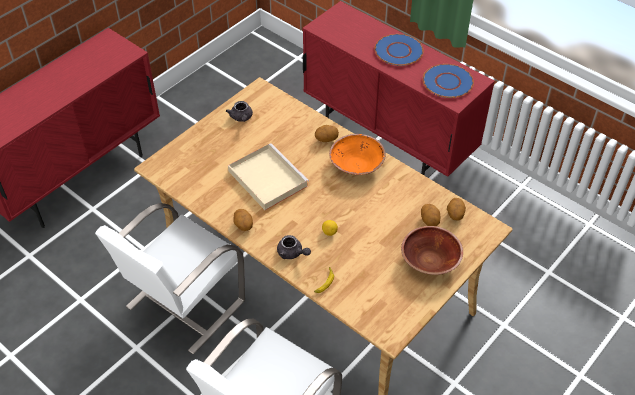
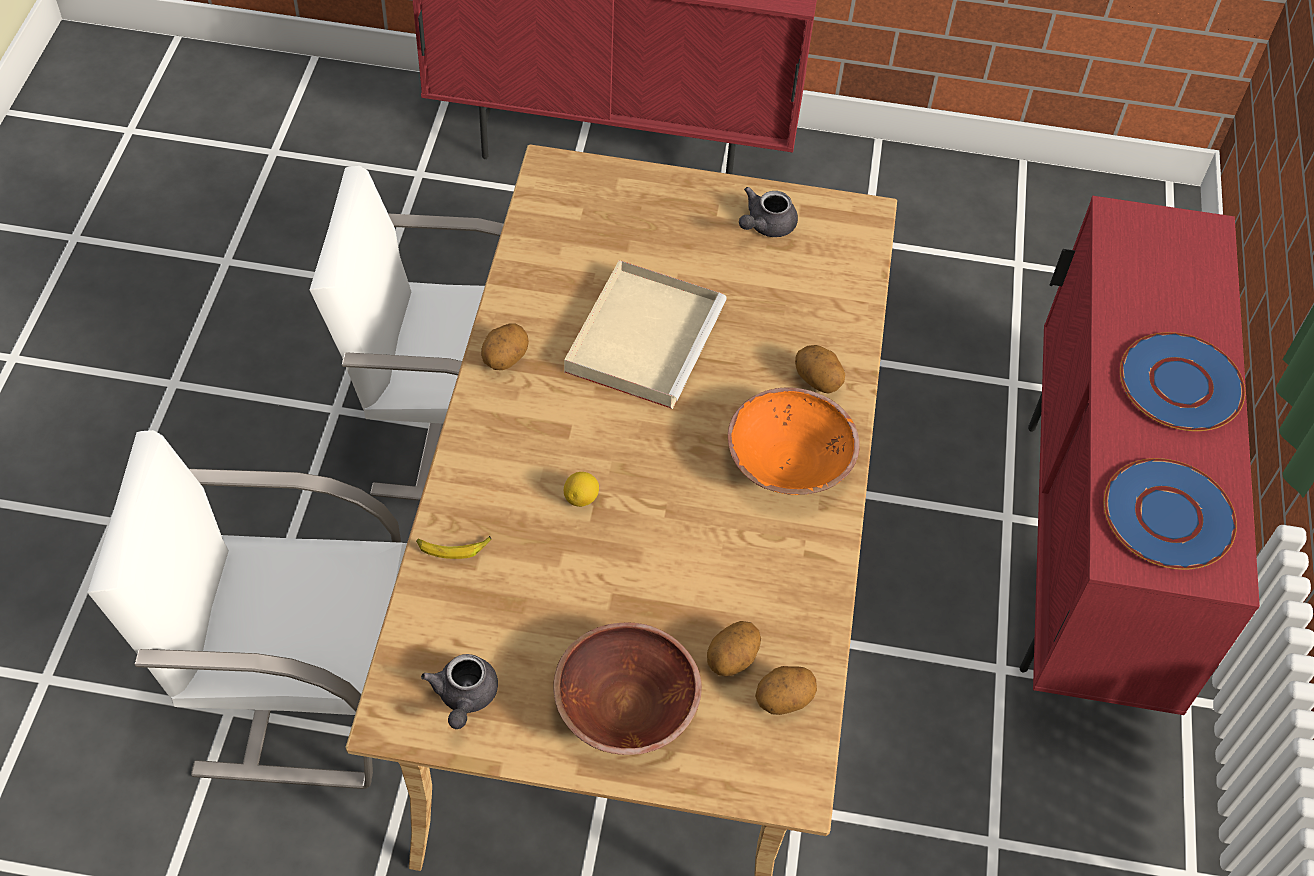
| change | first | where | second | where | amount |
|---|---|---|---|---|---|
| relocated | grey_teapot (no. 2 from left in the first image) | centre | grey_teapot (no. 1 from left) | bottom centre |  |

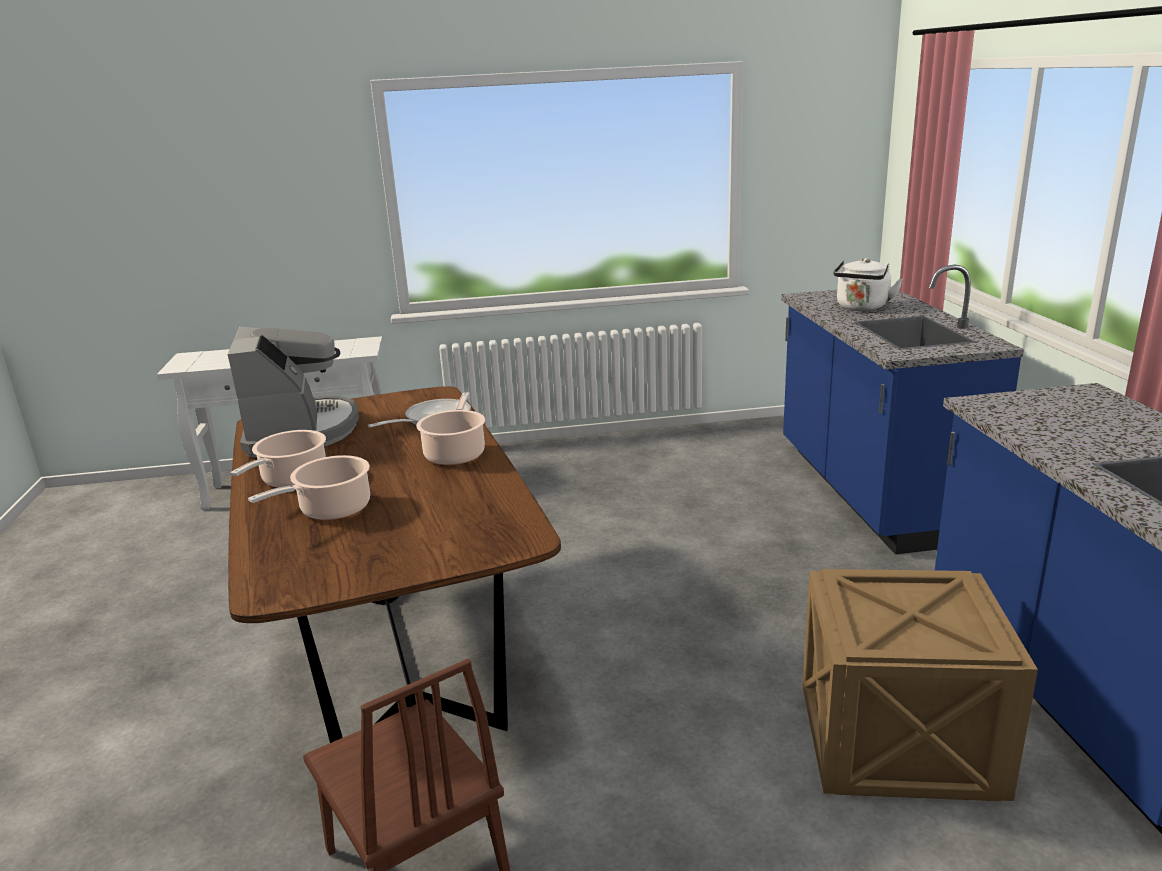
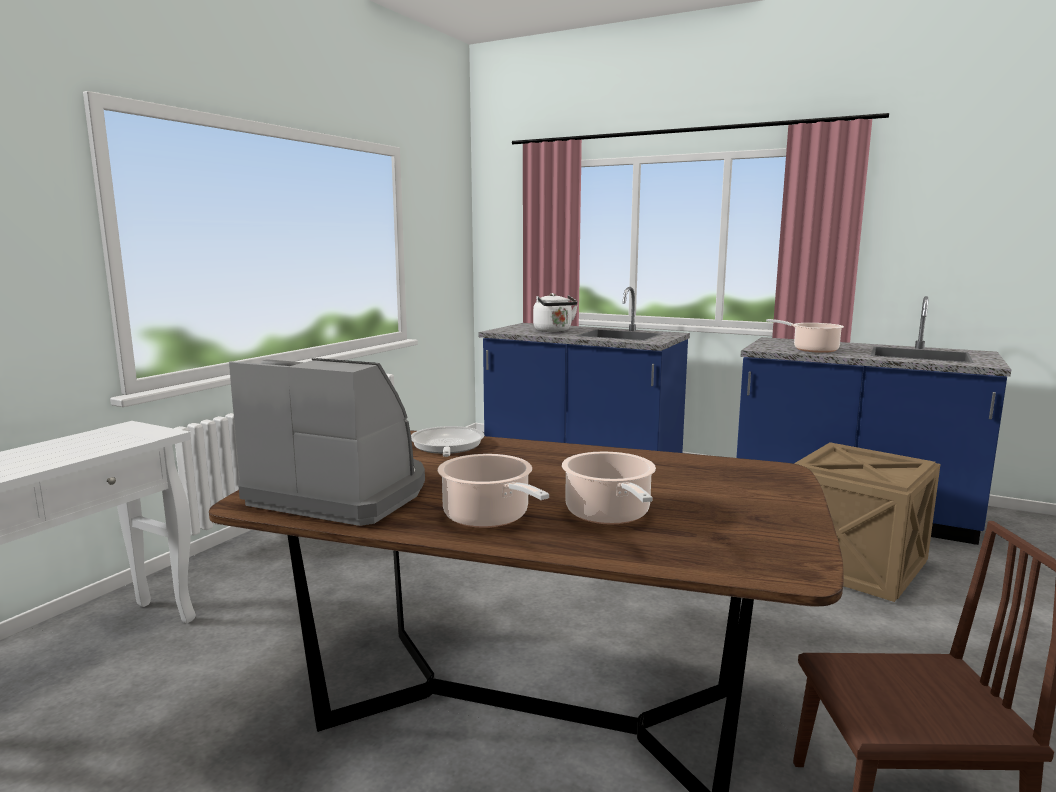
| change | first | where | second | where | amount |
|---|---|---|---|---|---|
| relocated | cooking_pot (no. 3 from left) | centre |  | middle right |  |

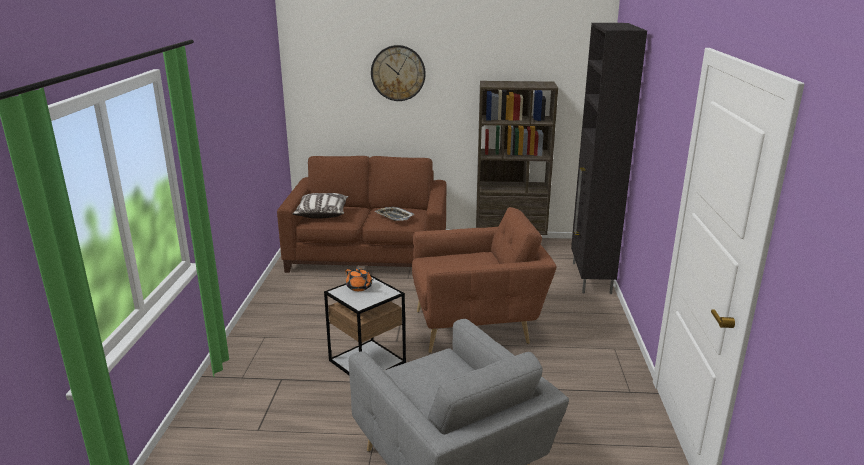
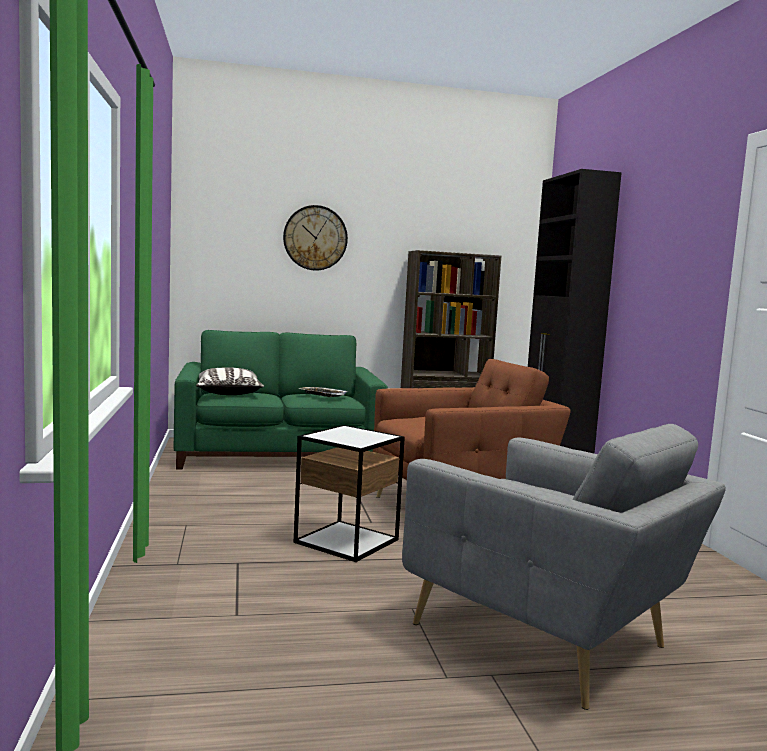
| change | first | where | second | where | amount |
|---|---|---|---|---|---|
| missing | orange_teapot | centre |  |  |  |
| colour | brown_sofa | centre | green_sofa | centre |  |

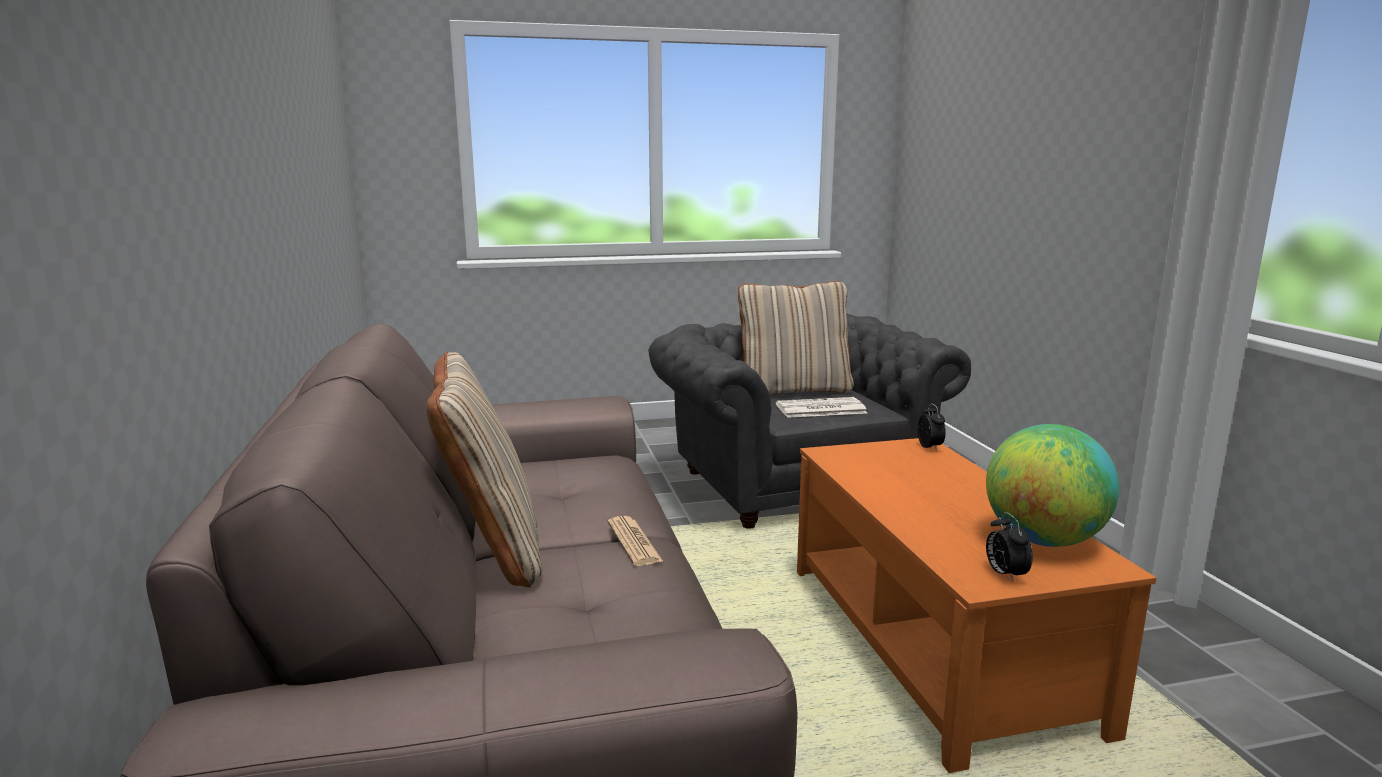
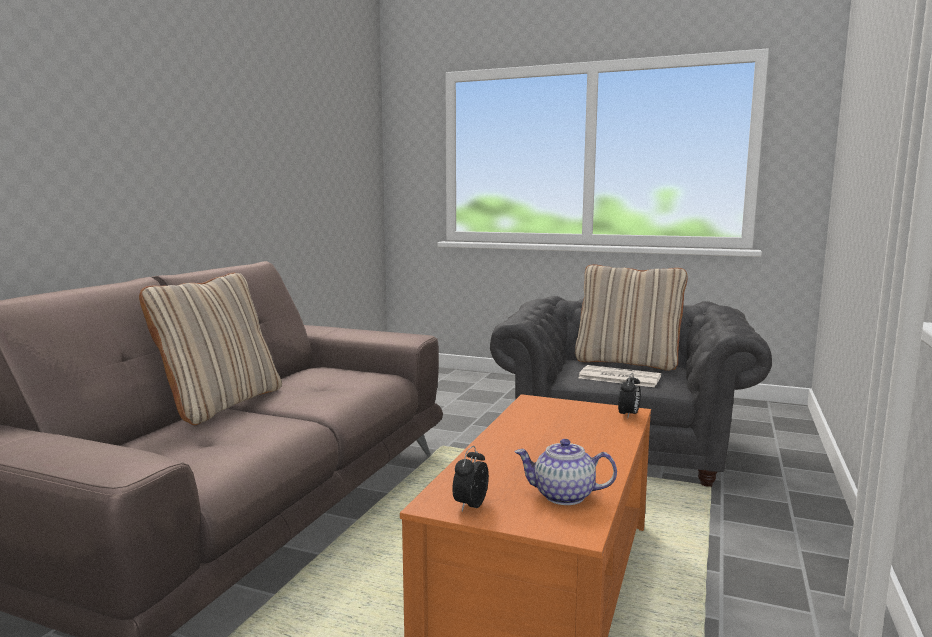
| change | first | where | second | where | amount |
|---|---|---|---|---|---|
| missing | newspaper (no. 1 from left) | bottom centre |  |  |  |
| exchanged | globe | middle right | teapot | bottom centre |  |

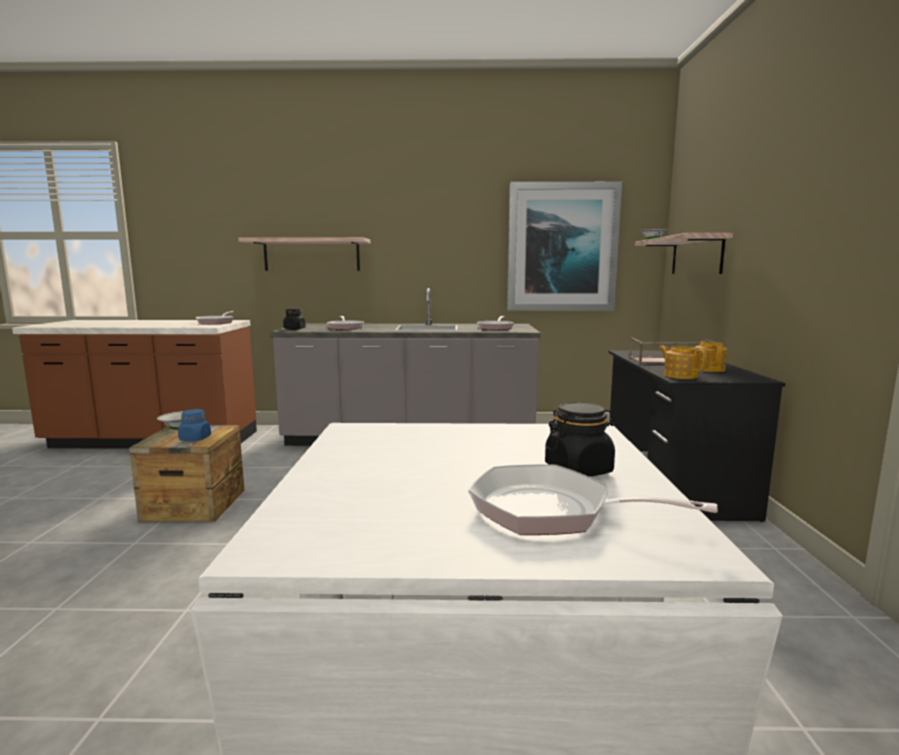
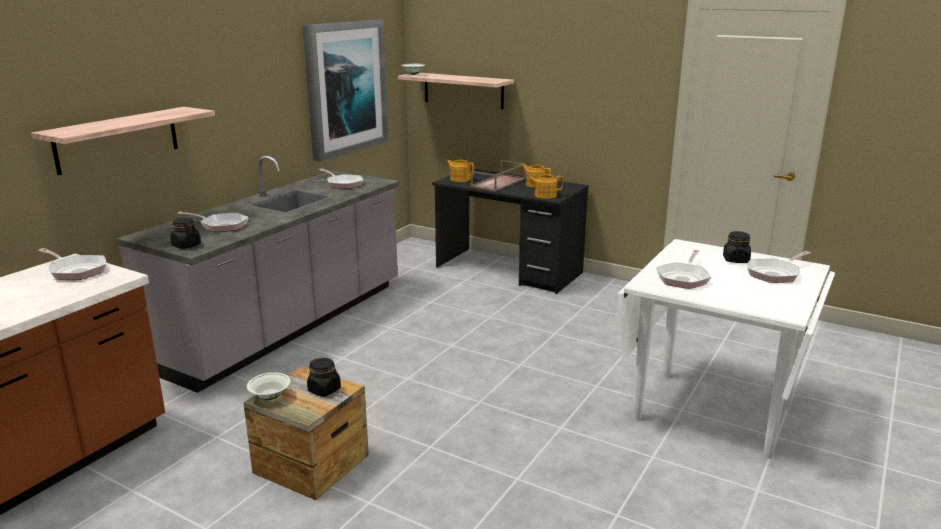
| change | first | where | second | where | amount |
|---|---|---|---|---|---|
| appeared |  |  | teapot (no. 1 from left) | top centre |  |
| appeared |  |  | frying_pan (no. 4 from left) | middle right |  |
| colour | blue_jar | middle left | black_jar (no. 2 from left) | bottom centre |  |

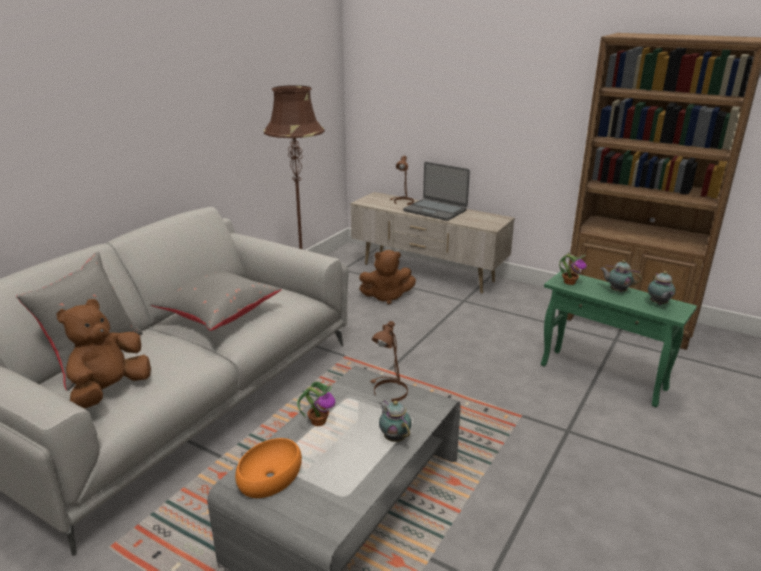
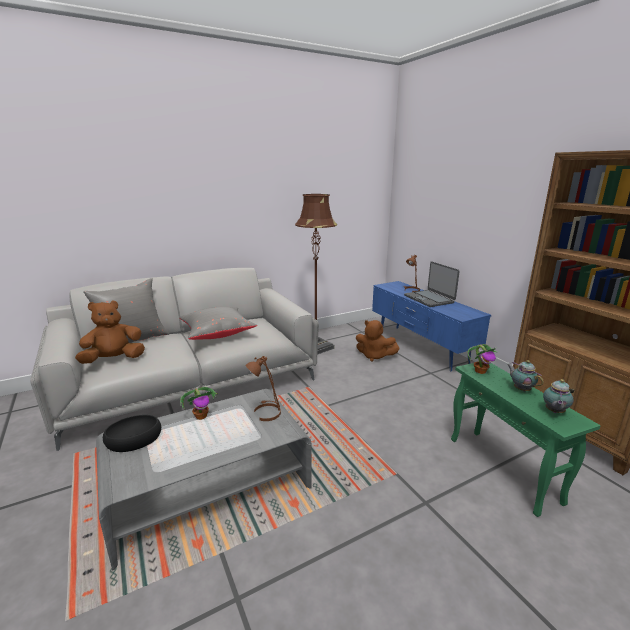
| change | first | where | second | where | amount |
|---|---|---|---|---|---|
| missing | teapot (no. 1 from left) | bottom centre |  |  |  |
| colour | orange_bowl | bottom centre | black_bowl | bottom left |  |
| colour | beige_tv_stand | centre | blue_tv_stand | middle right |  |

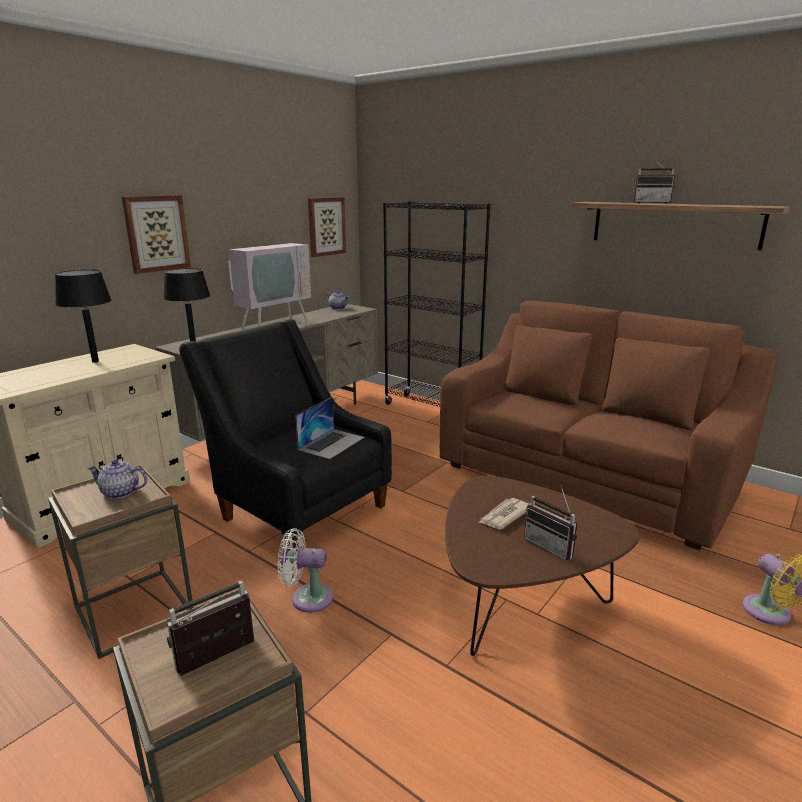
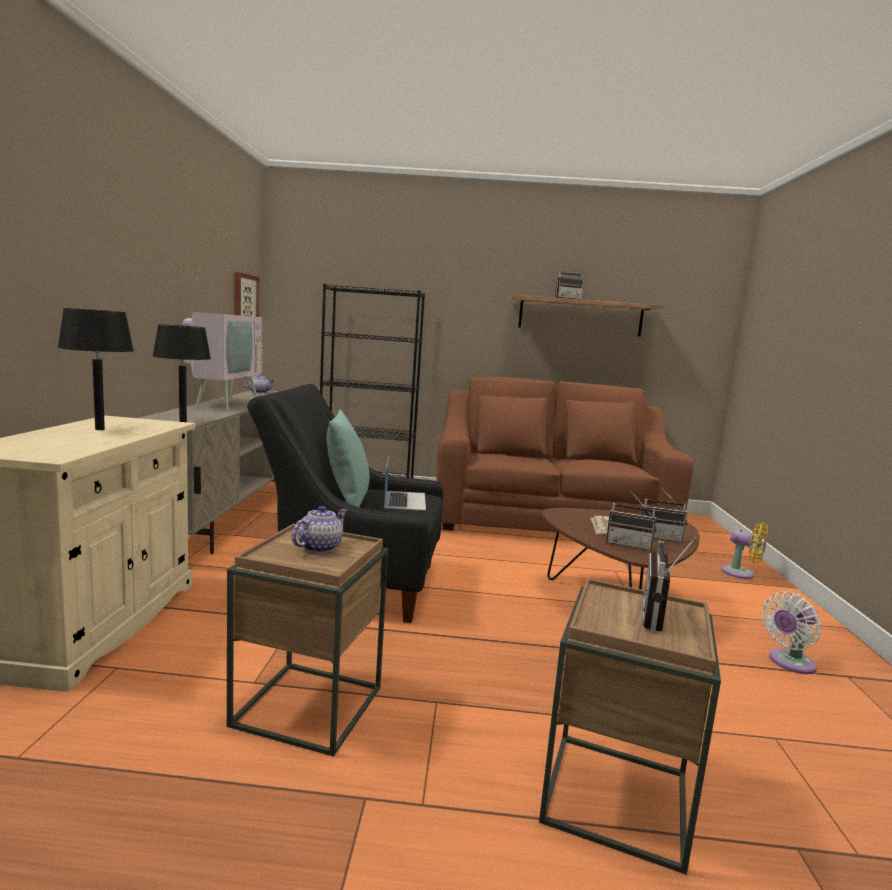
| change | first | where | second | where | amount |
|---|---|---|---|---|---|
| missing | picture (no. 1 from left) | top left |  |  |  |
| appeared |  |  | turquoise_pillow | centre |  |
| appeared |  |  | radio (no. 2 from left) | middle right |  |
| relocated | white_fan | bottom centre |  | bottom right |  |
| spun | teapot (no. 1 from left in the first image) | middle left | teapot (no. 2 from left) | centre | 150 degrees clockwise |

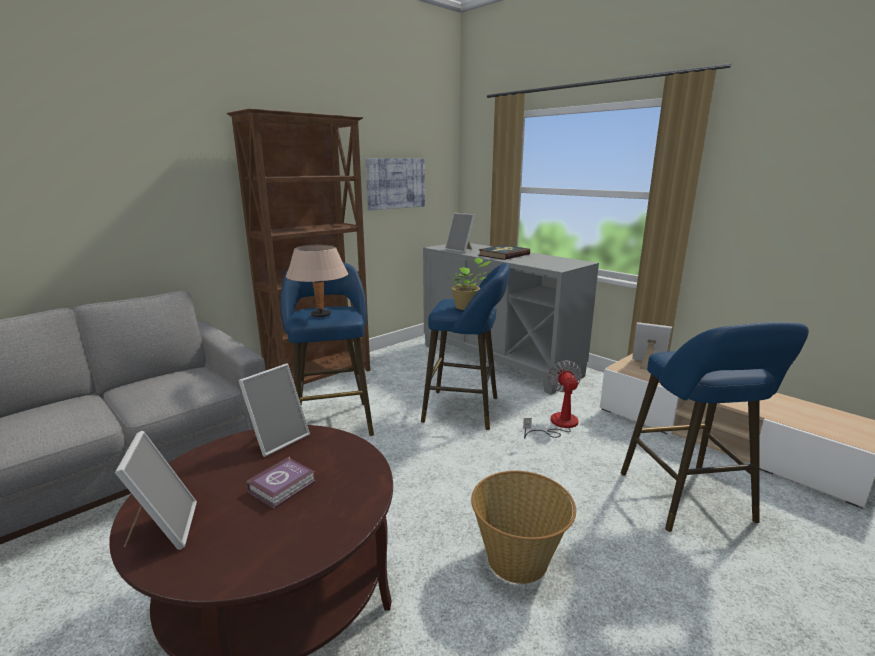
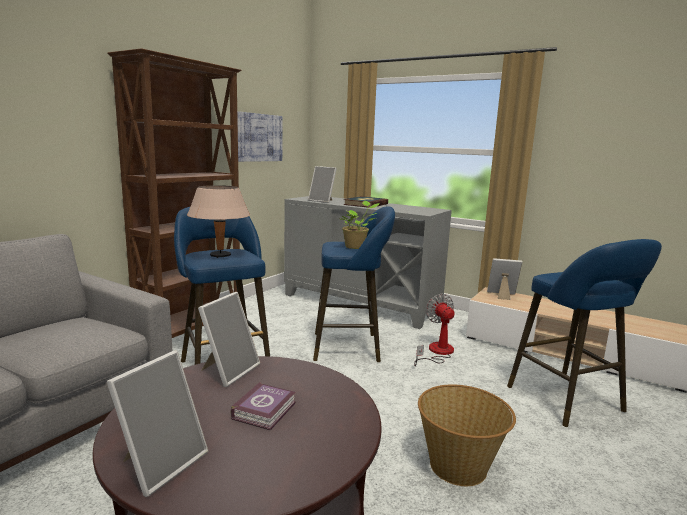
| change | first | where | second | where | amount |
|---|---|---|---|---|---|
| spun | picture_frame (no. 1 from left) | bottom left |  | bottom left | 60 degrees clockwise |

